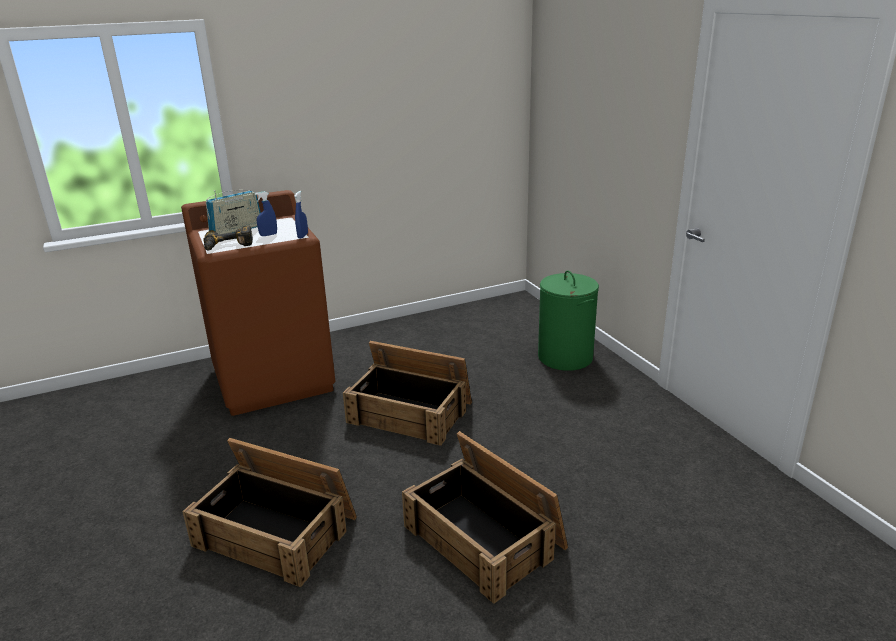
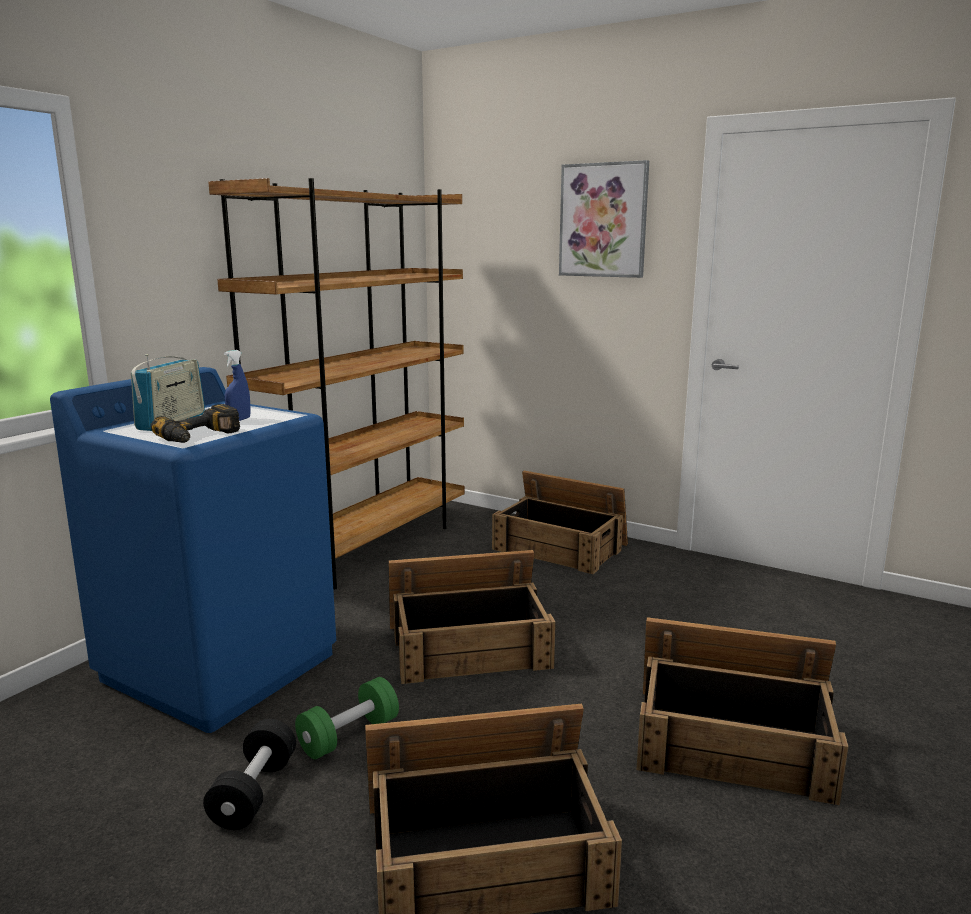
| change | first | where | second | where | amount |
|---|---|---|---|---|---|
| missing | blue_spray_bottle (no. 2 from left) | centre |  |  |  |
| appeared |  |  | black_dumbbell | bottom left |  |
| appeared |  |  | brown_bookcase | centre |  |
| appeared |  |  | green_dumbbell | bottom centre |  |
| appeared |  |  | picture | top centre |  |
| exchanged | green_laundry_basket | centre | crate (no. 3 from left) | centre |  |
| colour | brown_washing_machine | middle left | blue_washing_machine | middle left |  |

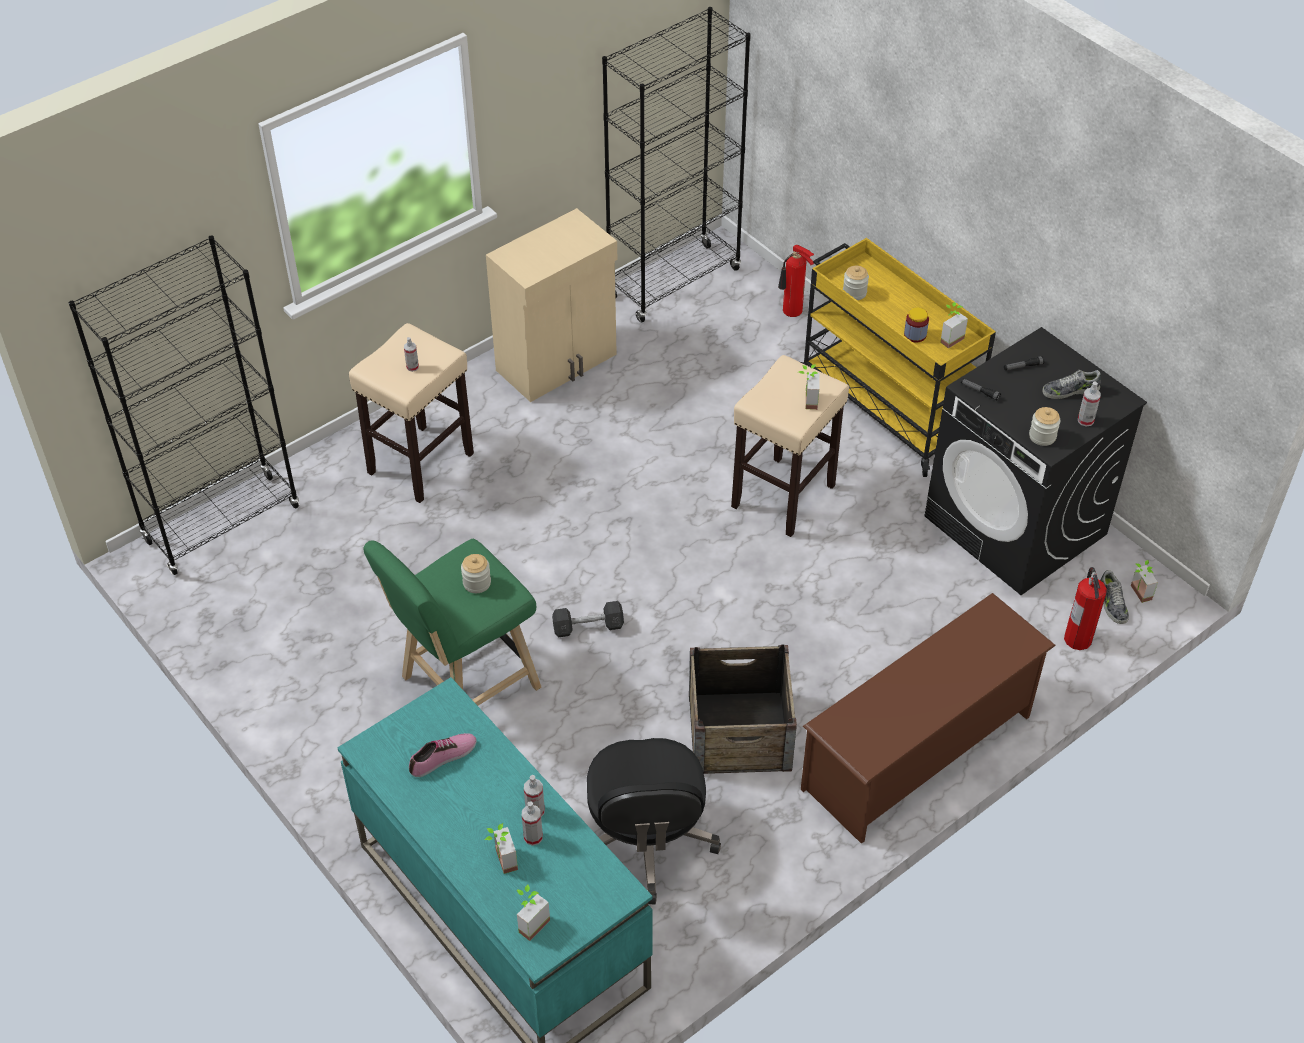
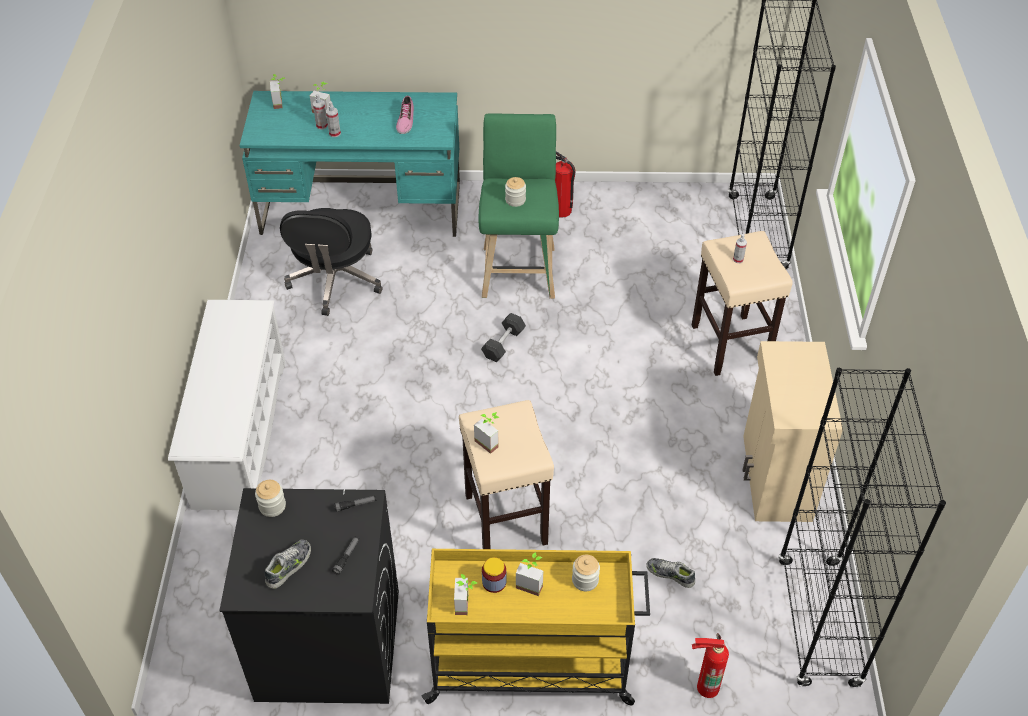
| change | first | where | second | where | amount |
|---|---|---|---|---|---|
| missing | crate | bottom centre |  |  |  |
| missing | spray_bottle (no. 4 from left) | middle right |  |  |  |
| relocated | fire_extinguisher (no. 2 from left in the first image) | middle right | fire_extinguisher (no. 1 from left) | top centre |  |
| relocated | shoe (no. 3 from left) | middle right |  | bottom centre |  |
| relocated | potted_plant (no. 5 from left) | middle right |  | bottom centre |  |
| colour | brown_shoe_rack | bottom right | white_shoe_rack | middle left |  |
| spun | black_office_chair | bottom centre |  | middle left | 120 degrees counterclockwise |

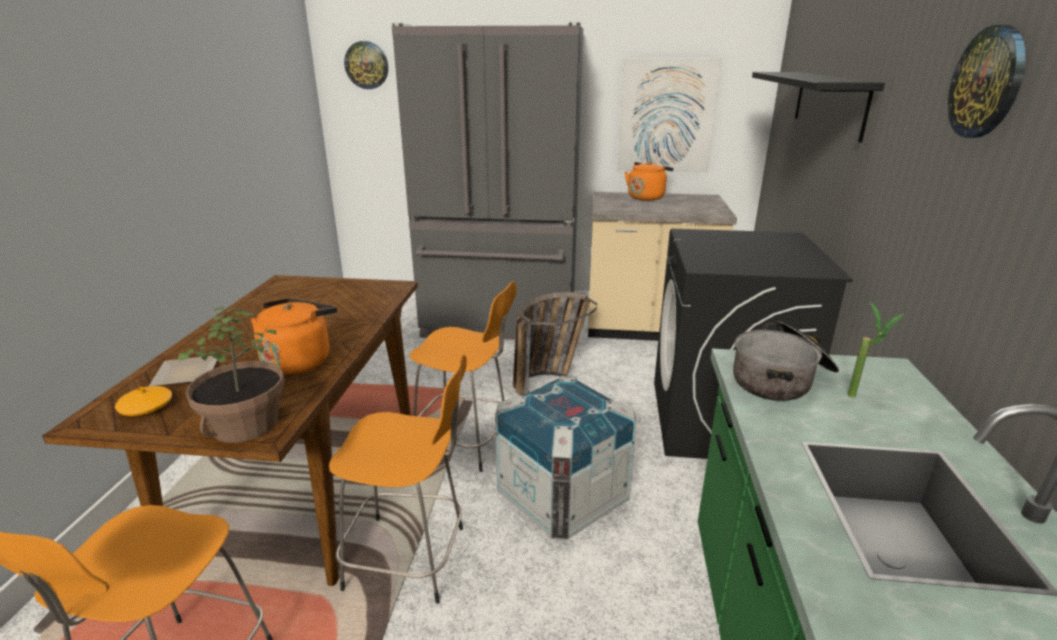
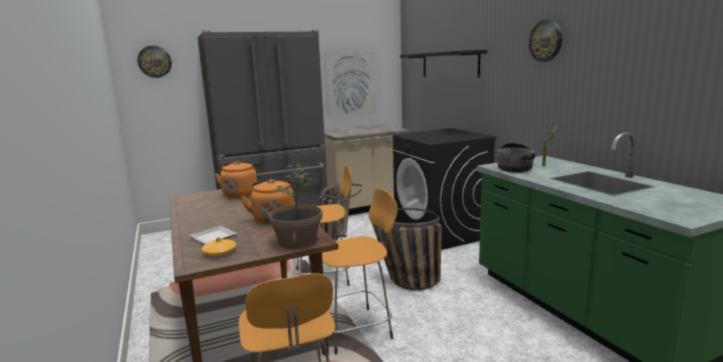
| change | first | where | second | where | amount |
|---|---|---|---|---|---|
| relocated | orange_kettle (no. 2 from left in the first image) | top centre | orange_kettle (no. 1 from left) | middle left |  |
| exchanged | crate | bottom centre | basket (no. 2 from left) | bottom centre |  |

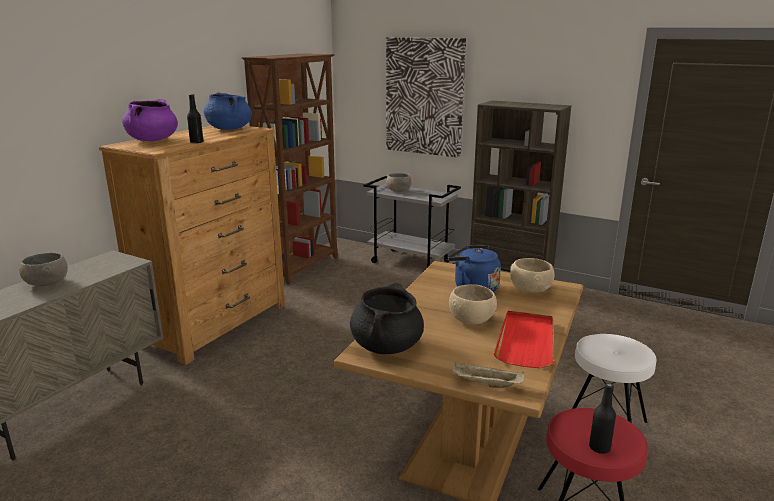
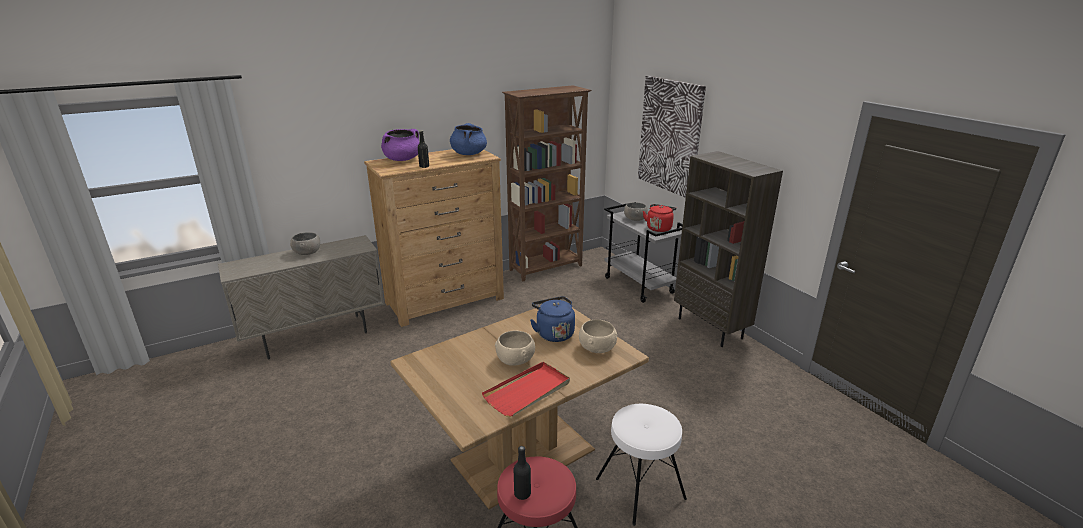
| change | first | where | second | where | amount |
|---|---|---|---|---|---|
| missing | black_cooking_pot | centre |  |  |  |
| missing | beige_tray | bottom centre |  |  |  |
| appeared |  |  | red_kettle | centre |  |

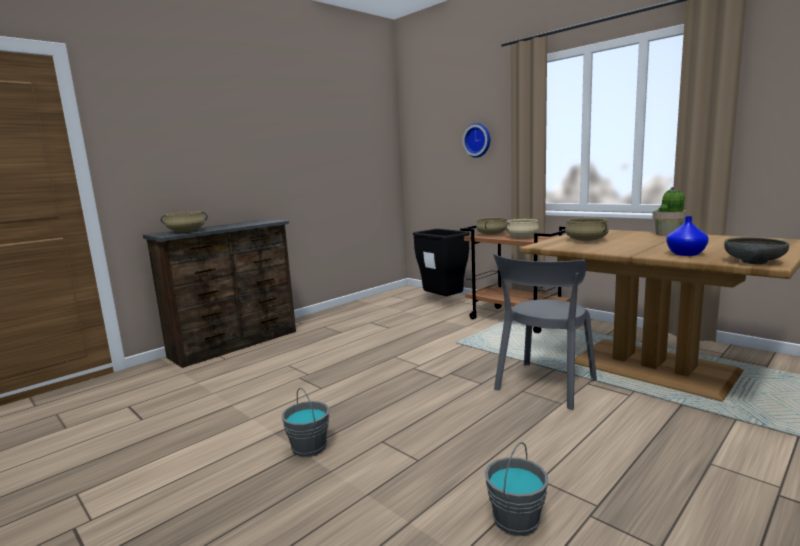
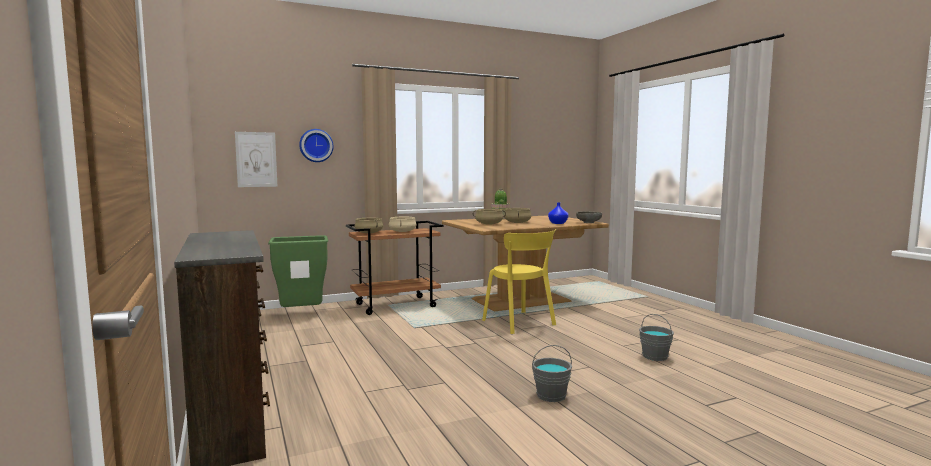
| change | first | where | second | where | amount |
|---|---|---|---|---|---|
| appeared |  |  | picture | middle left |  |
| relocated | beige_cooking_pot (no. 1 from left in the first image) | middle left | beige_cooking_pot (no. 4 from left) | centre |  |
| colour | black_trash_can | centre | green_trash_can | middle left |  |
| colour | grey_chair | middle right | yellow_chair | centre |  |

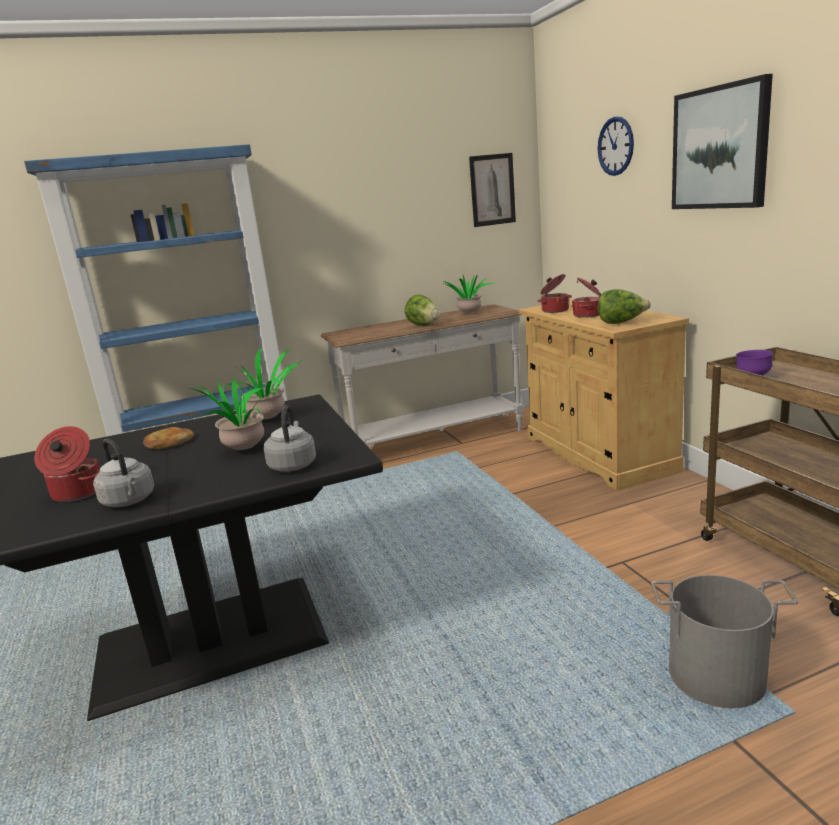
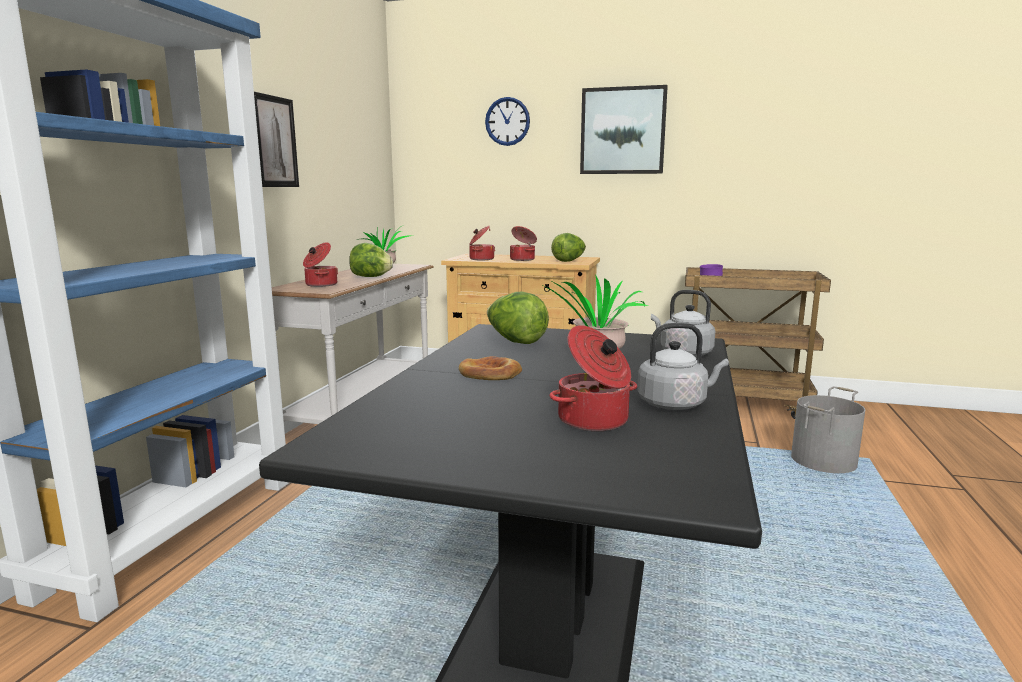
| change | first | where | second | where | amount |
|---|---|---|---|---|---|
| appeared |  |  | cooking_pot (no. 1 from left) | middle left |  |
| relocated | picture (no. 1 from left) | top centre |  | top left |  |
| exchanged | potted_plant (no. 2 from left) | middle left | lettuce (no. 2 from left) | centre |  |

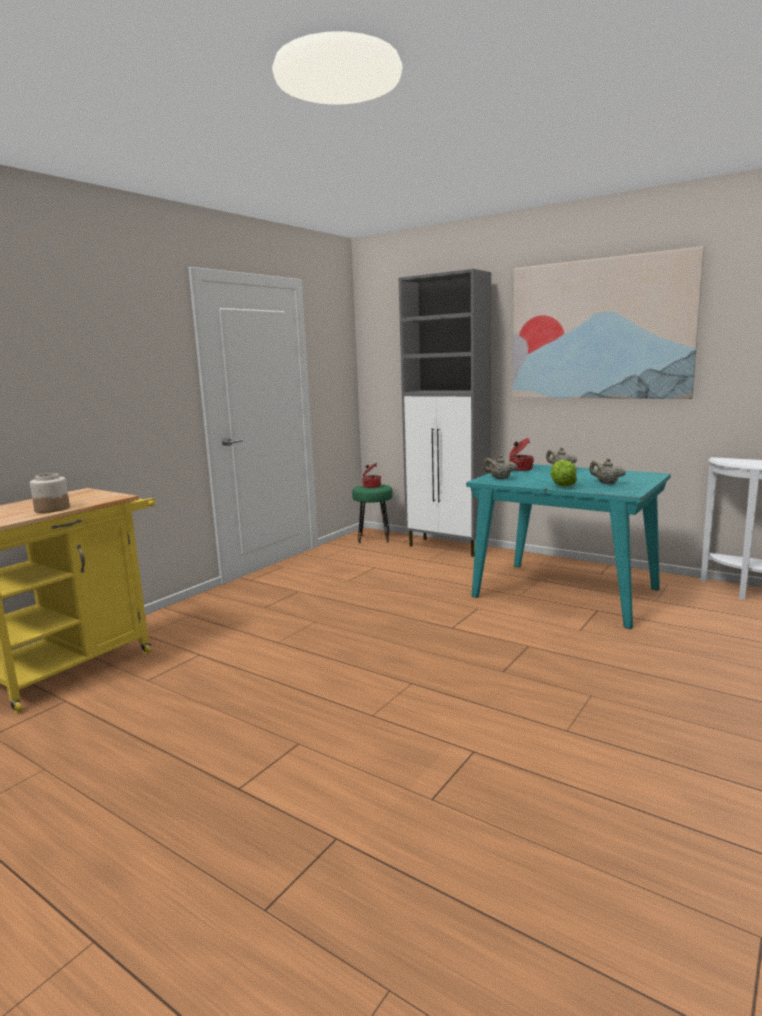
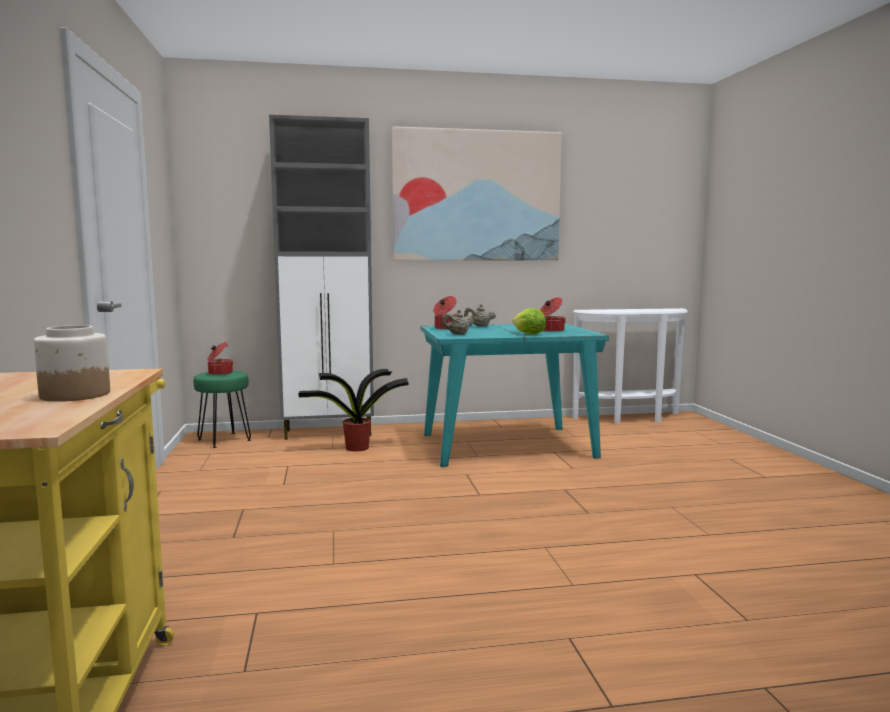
| change | first | where | second | where | amount |
|---|---|---|---|---|---|
| appeared |  |  | potted_plant | centre |  |
| exchanged | beige_teapot (no. 3 from left) | middle right | cooking_pot (no. 3 from left) | centre |  |

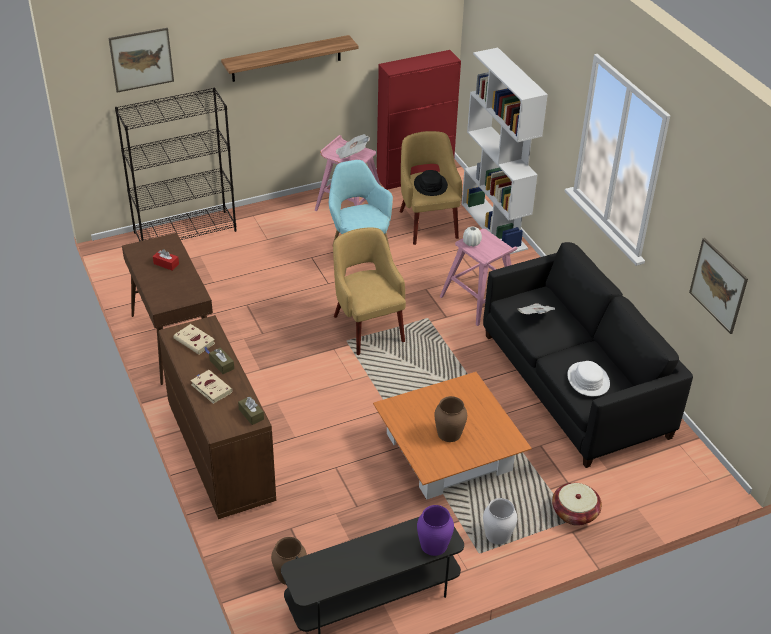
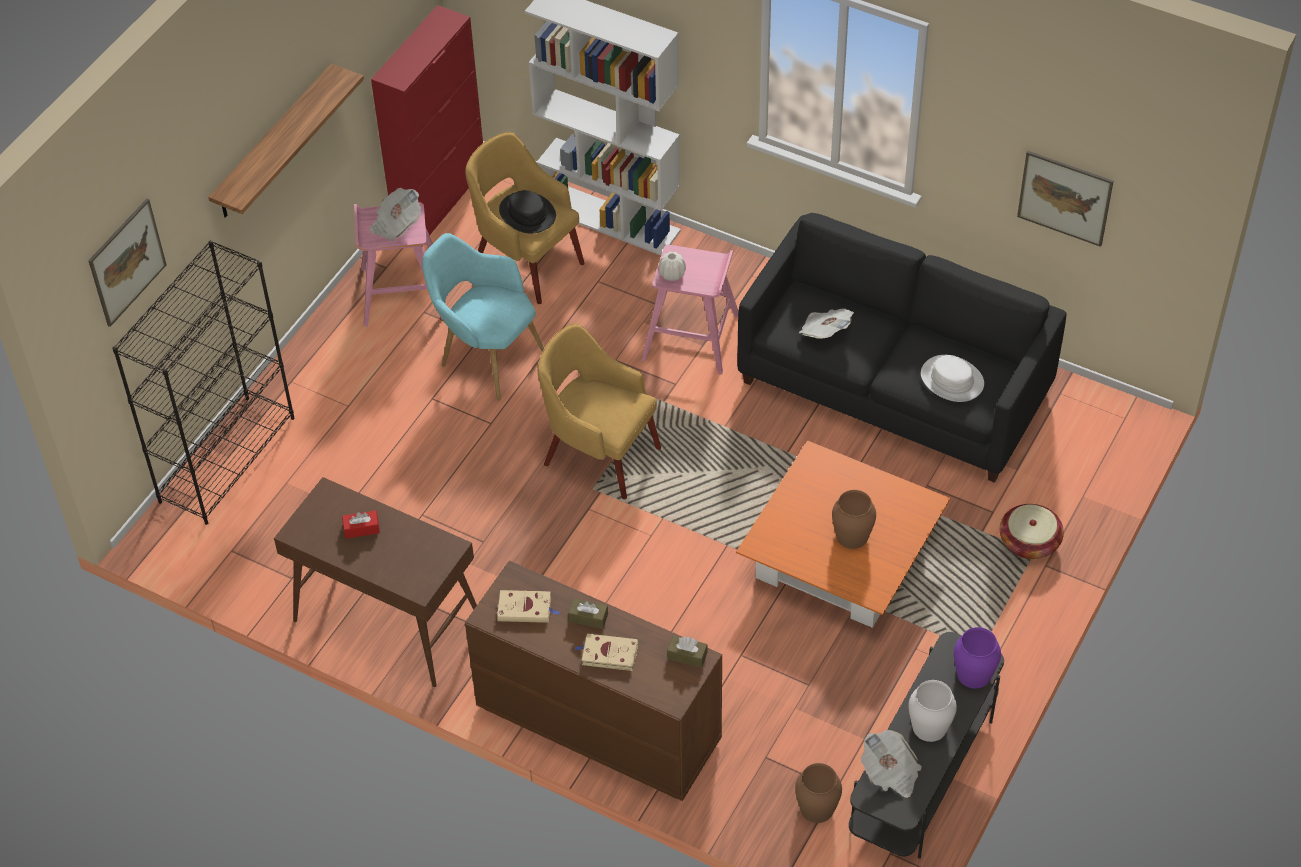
| change | first | where | second | where | amount |
|---|---|---|---|---|---|
| appeared |  |  | newspaper (no. 3 from left) | bottom right |  |
| relocated | white_vase (no. 2 from left) | bottom centre |  | bottom right |  |

